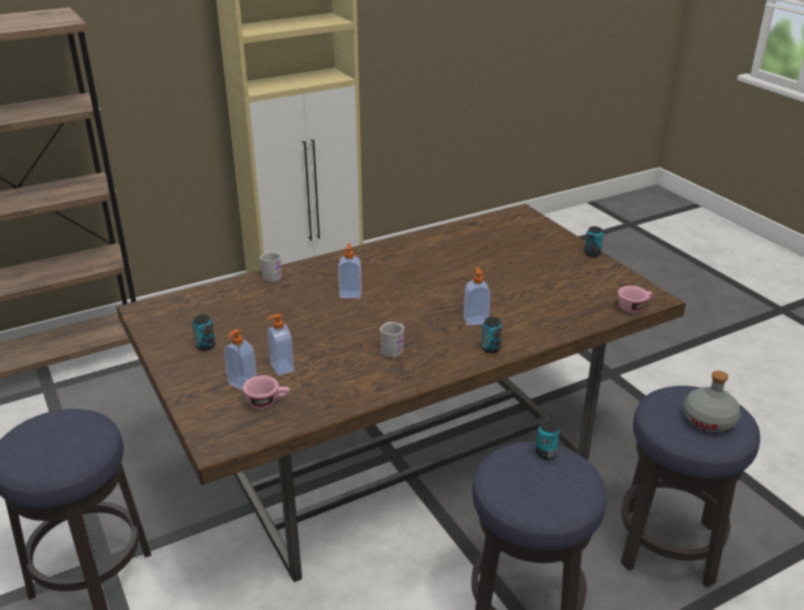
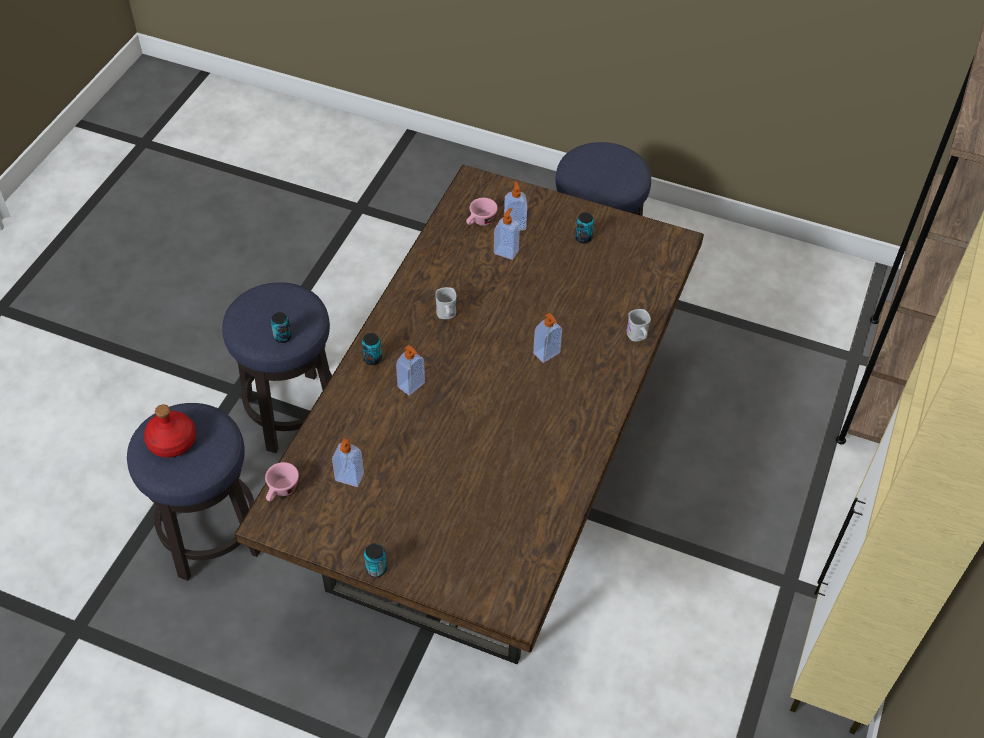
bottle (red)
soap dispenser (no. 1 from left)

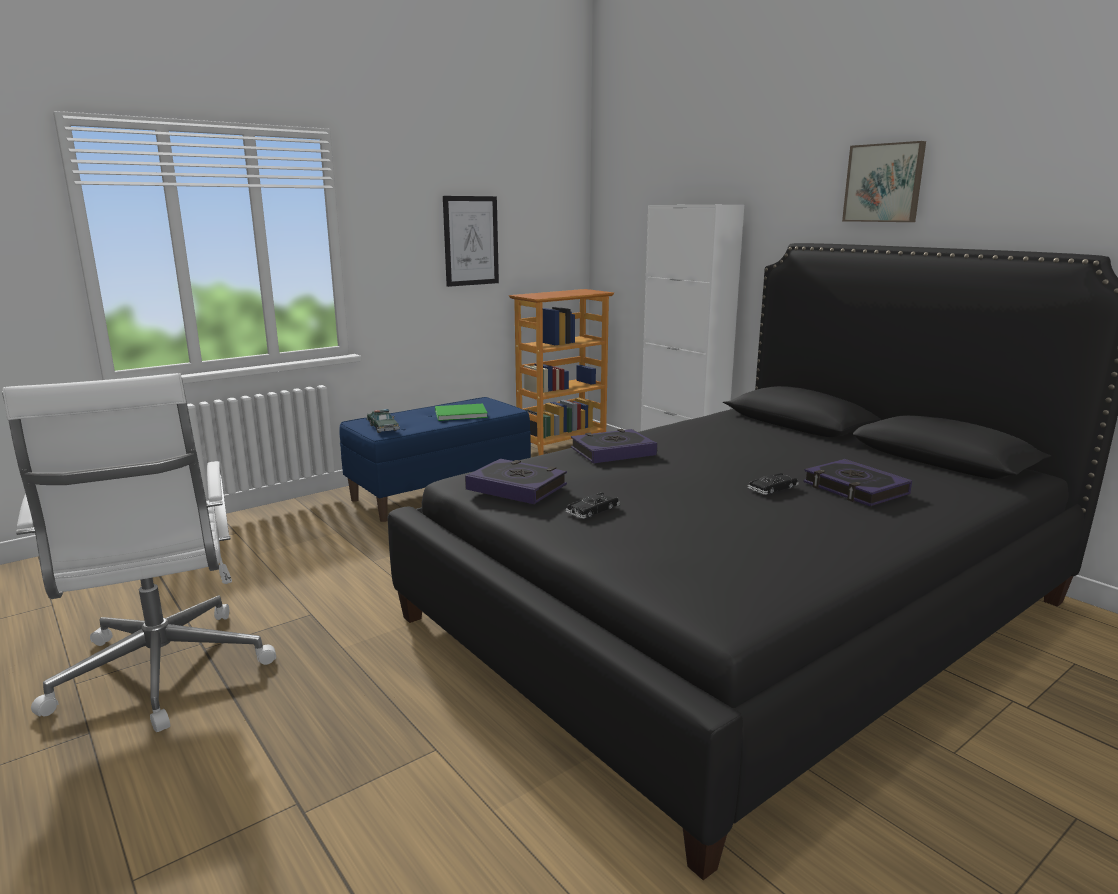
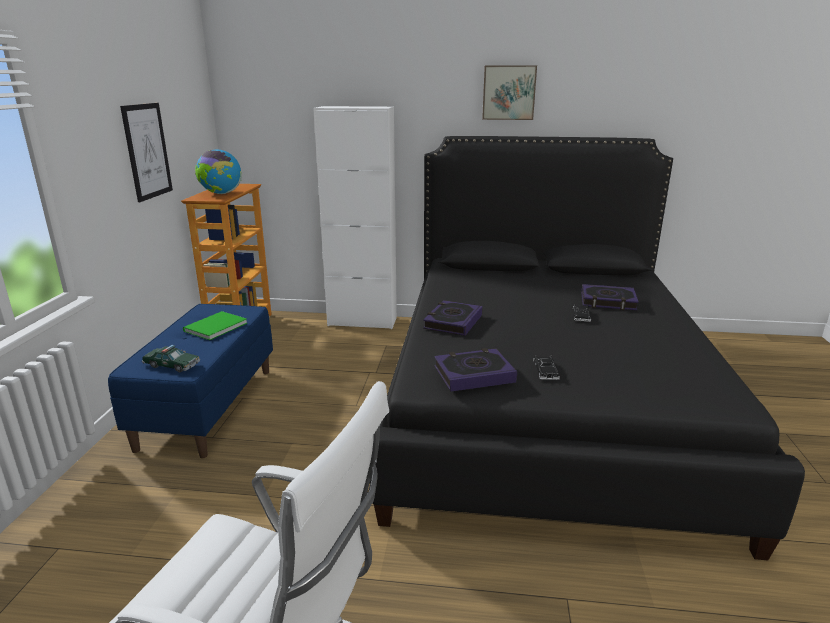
globe

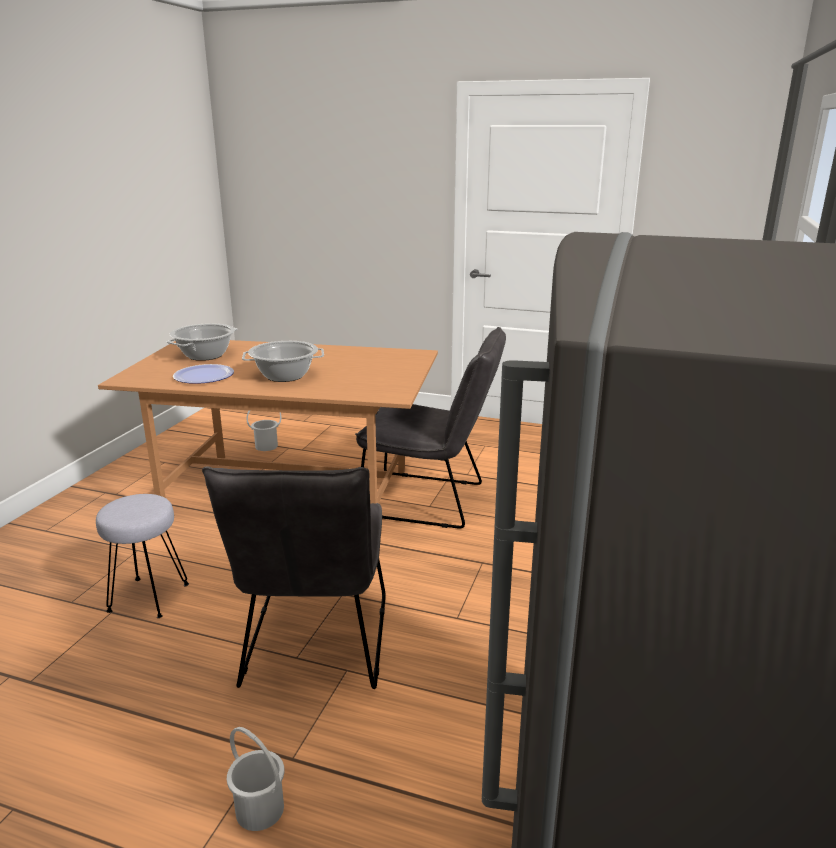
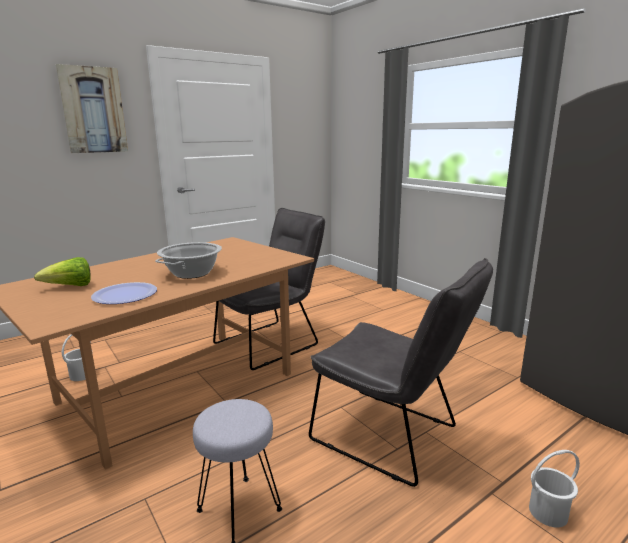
lettuce
picture

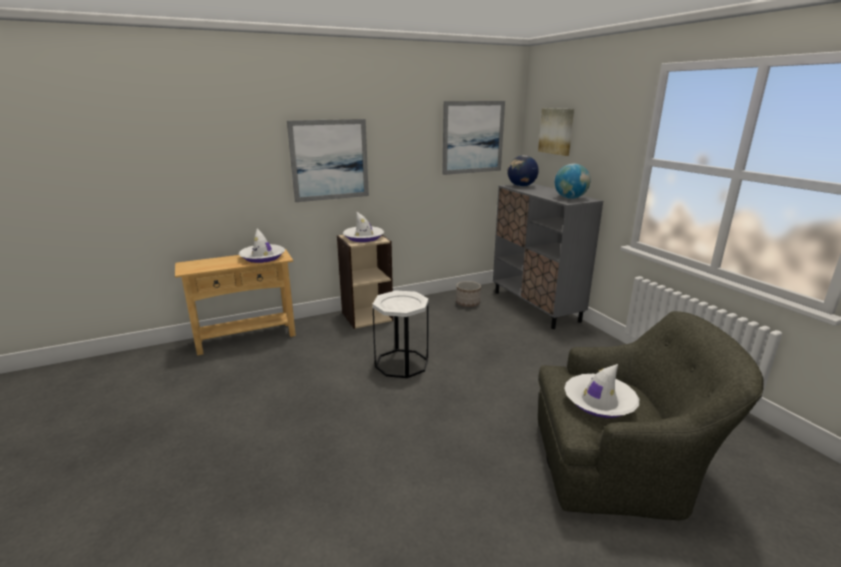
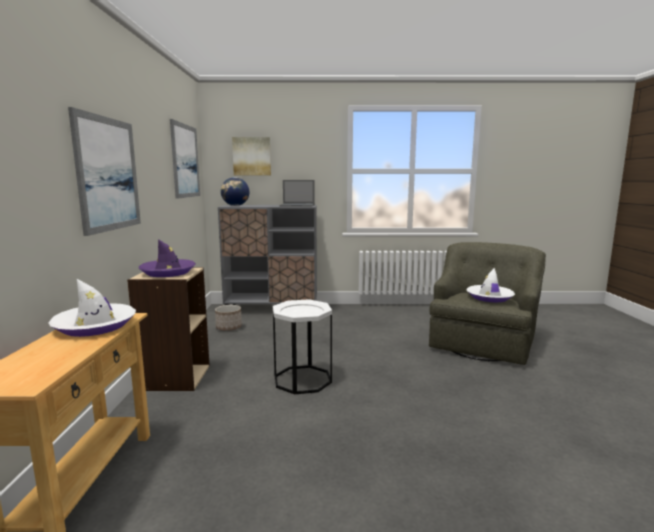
laptop
hat (purple)

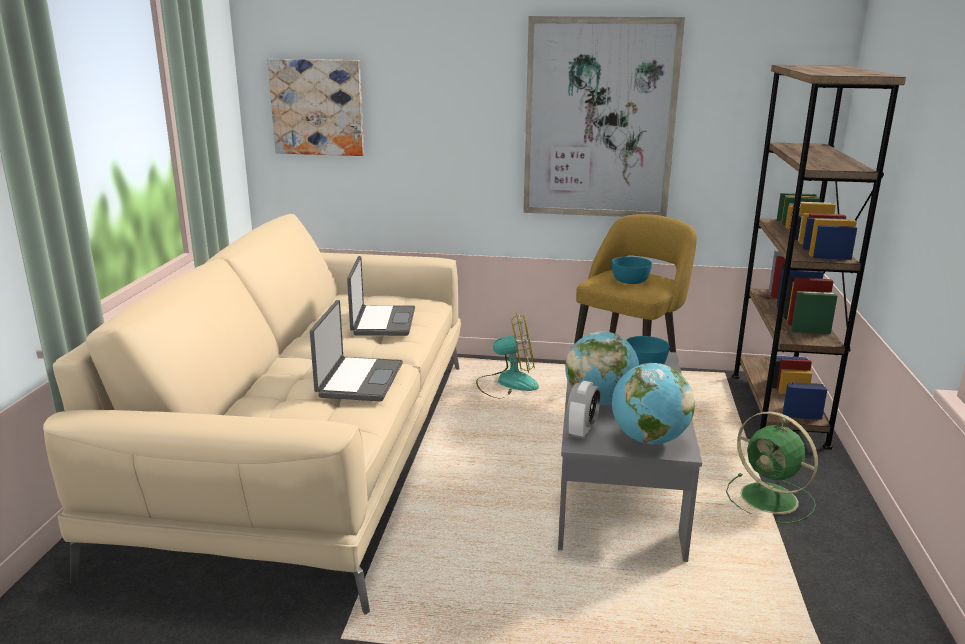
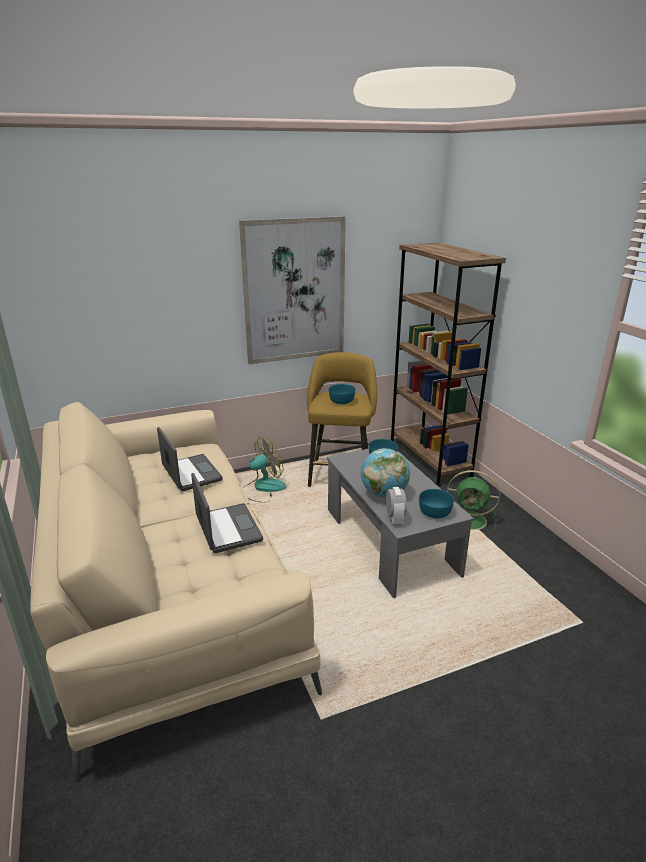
picture (no. 1 from left in the first image)
bowl (turquoise) (no. 3 from left)

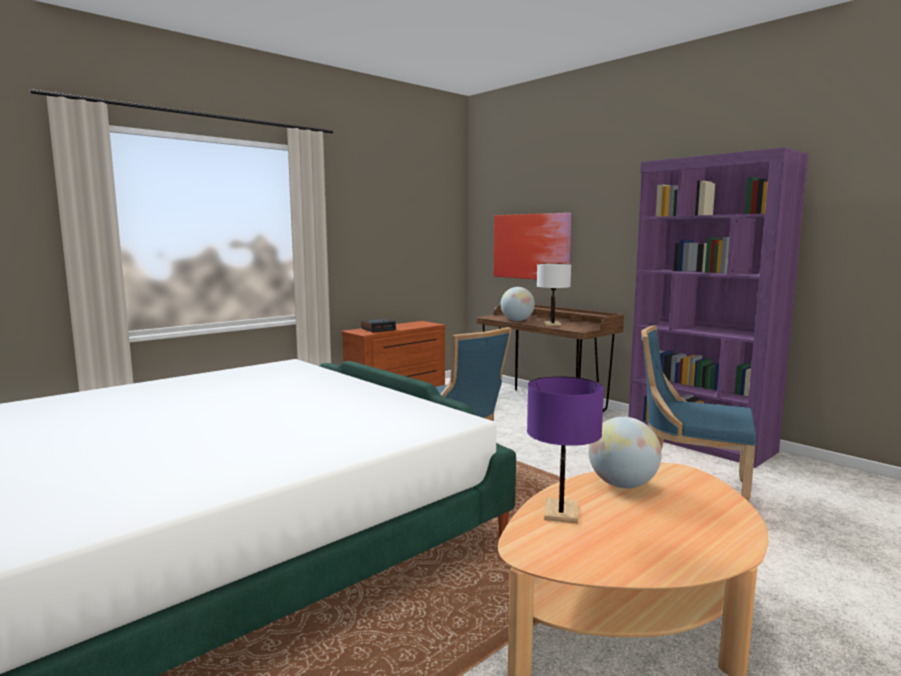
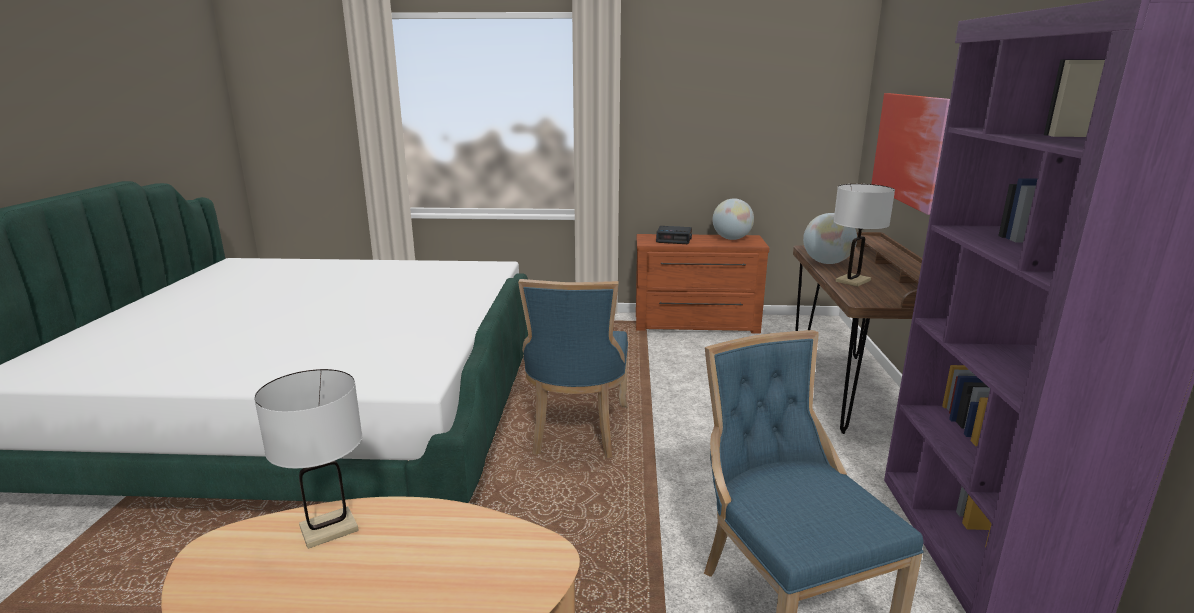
table lamp (white) (no. 1 from left)
globe (no. 1 from left)

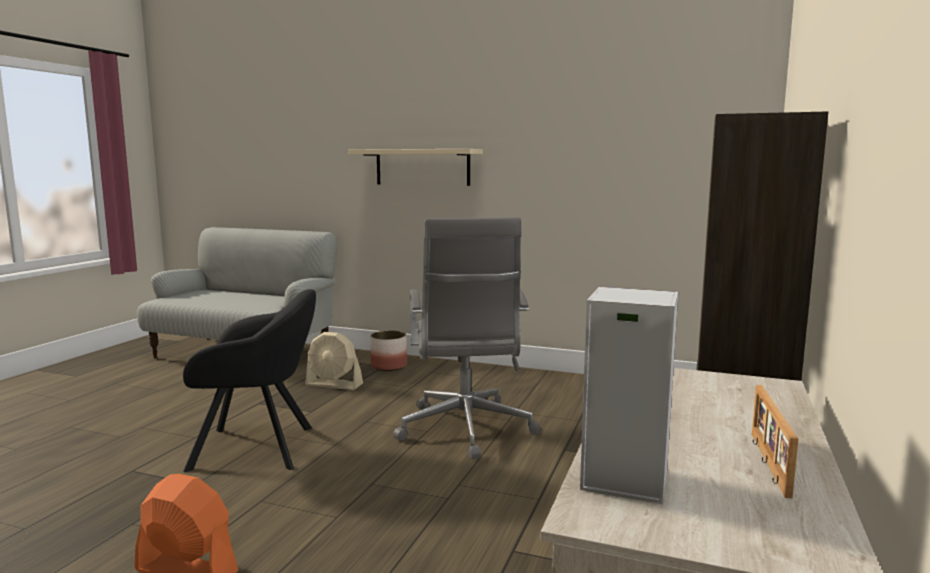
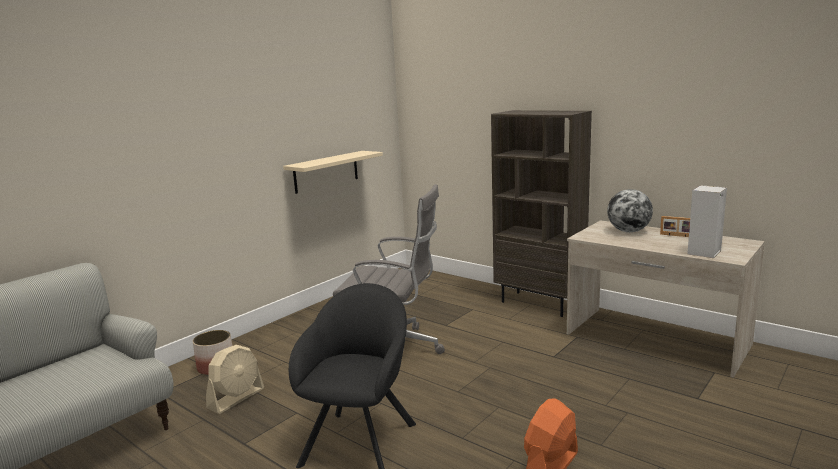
shelf (beige)
globe

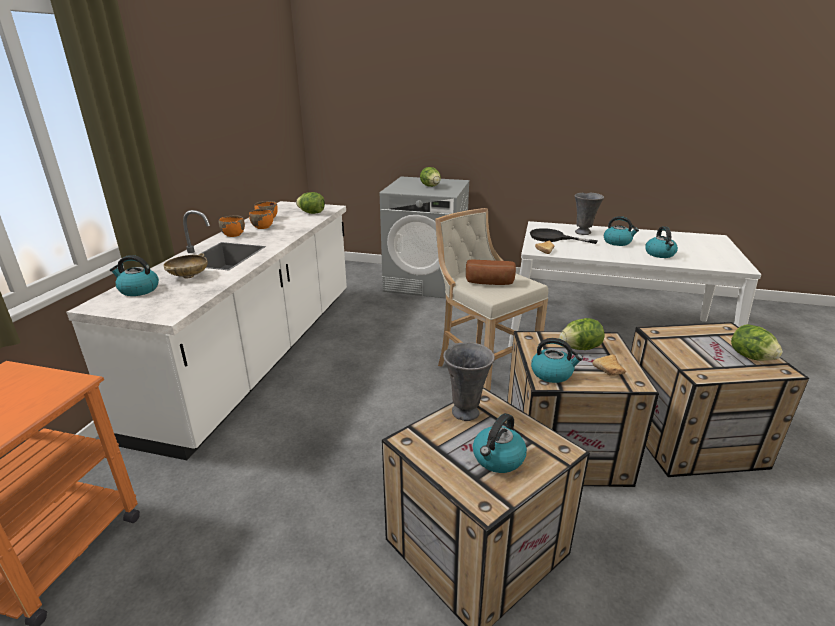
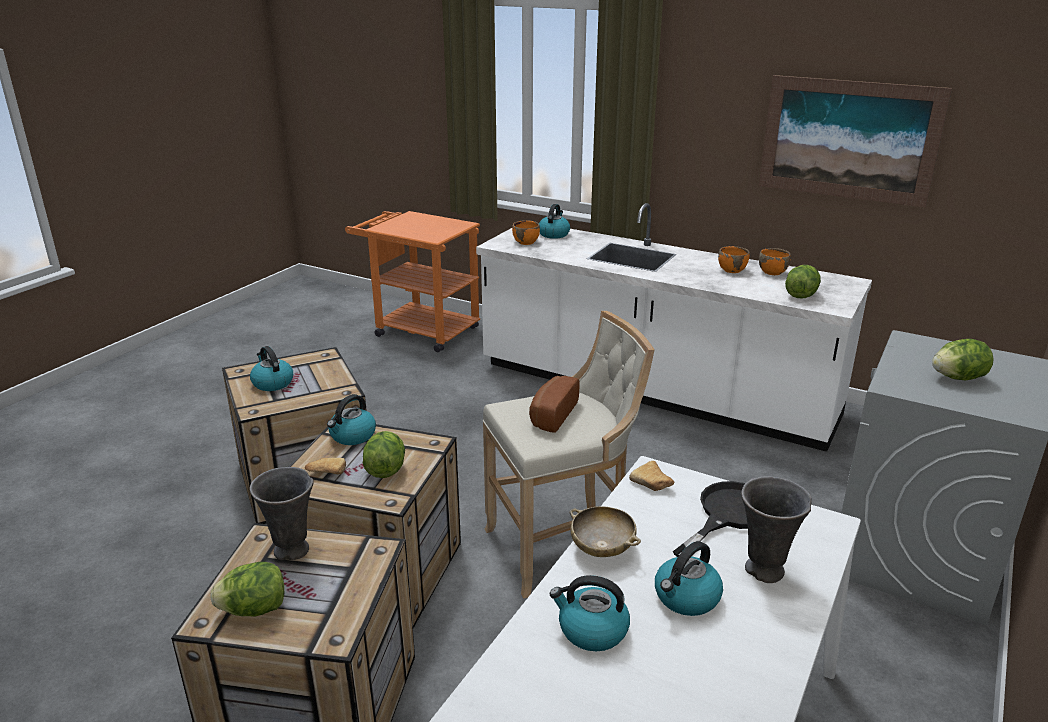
bowl (orange) (no. 1 from left)
bowl (beige)
vase (grey) (no. 1 from left)
picture

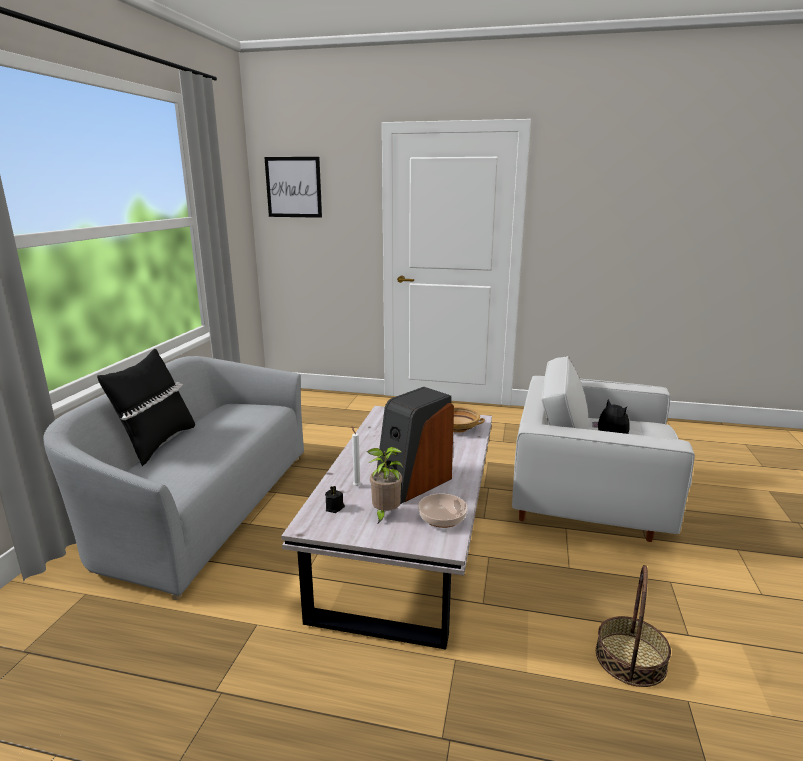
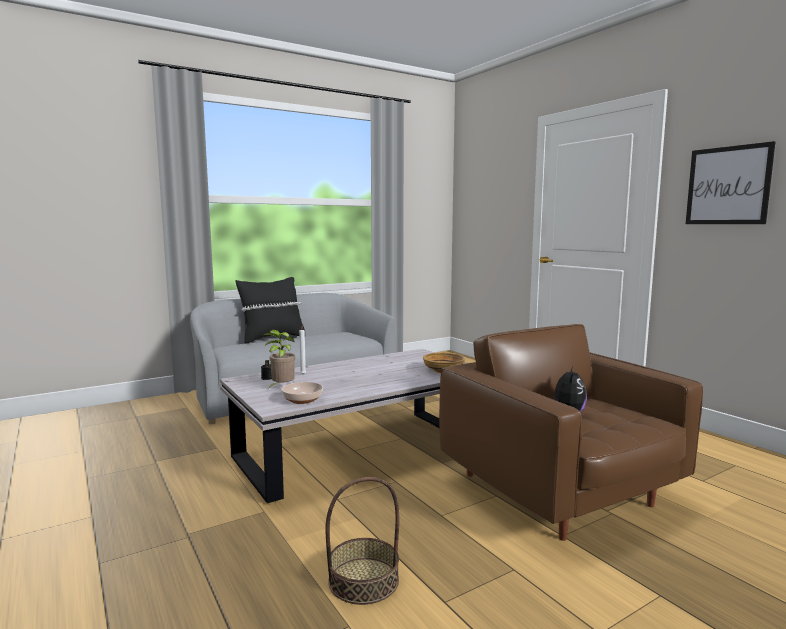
picture
armchair (brown)
speaker

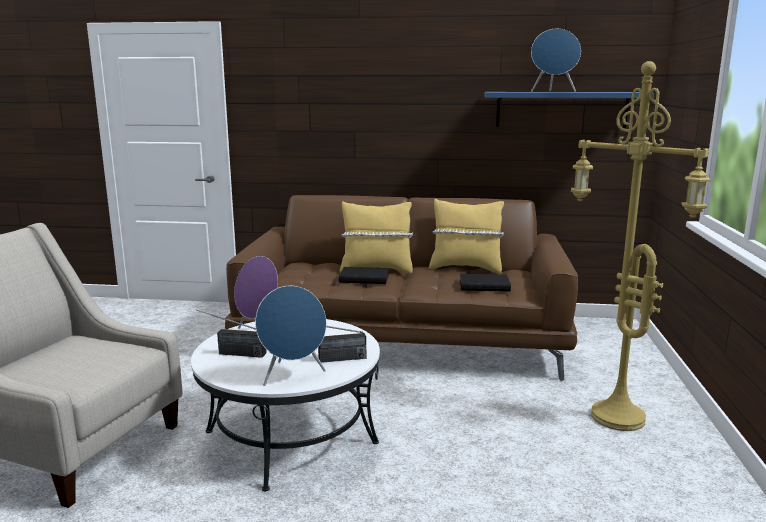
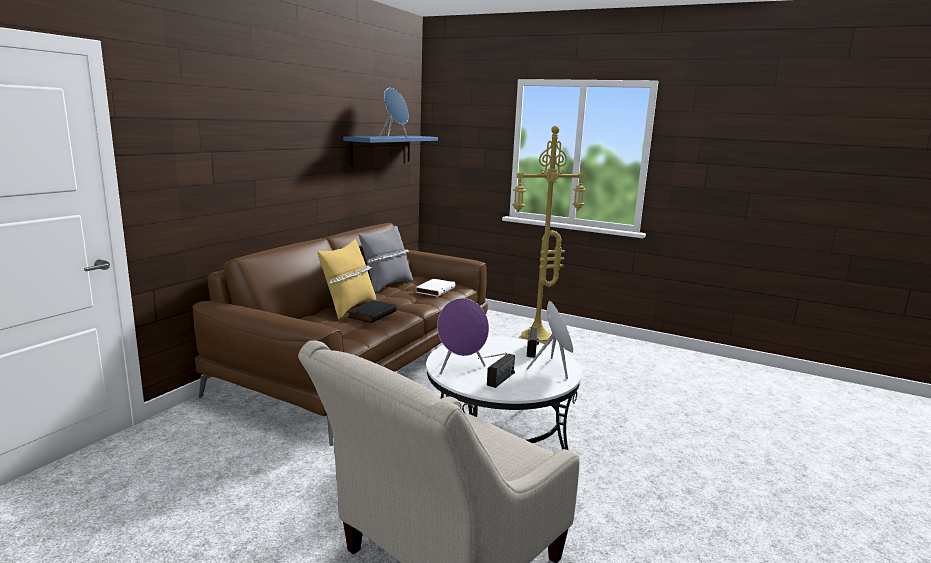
pillow (grey)
book (white)

